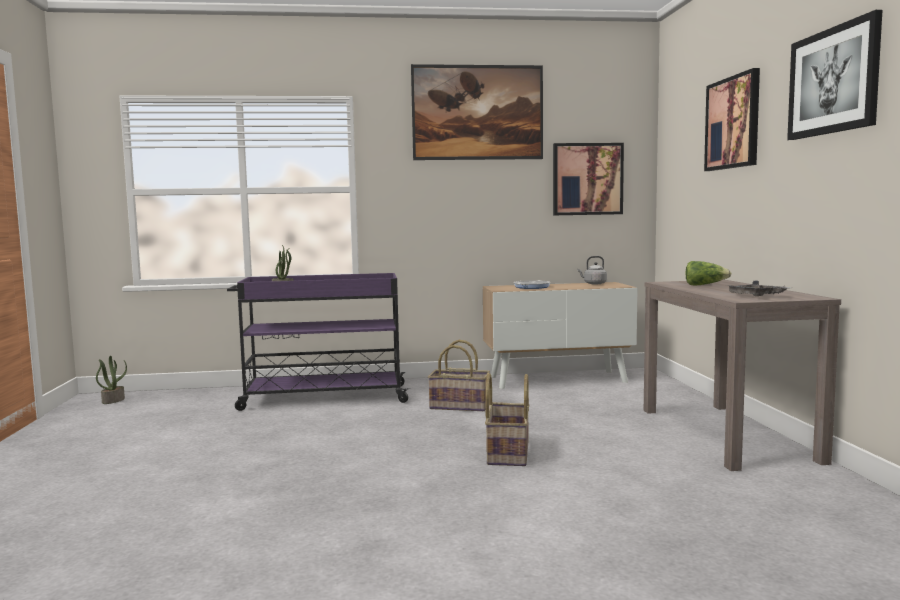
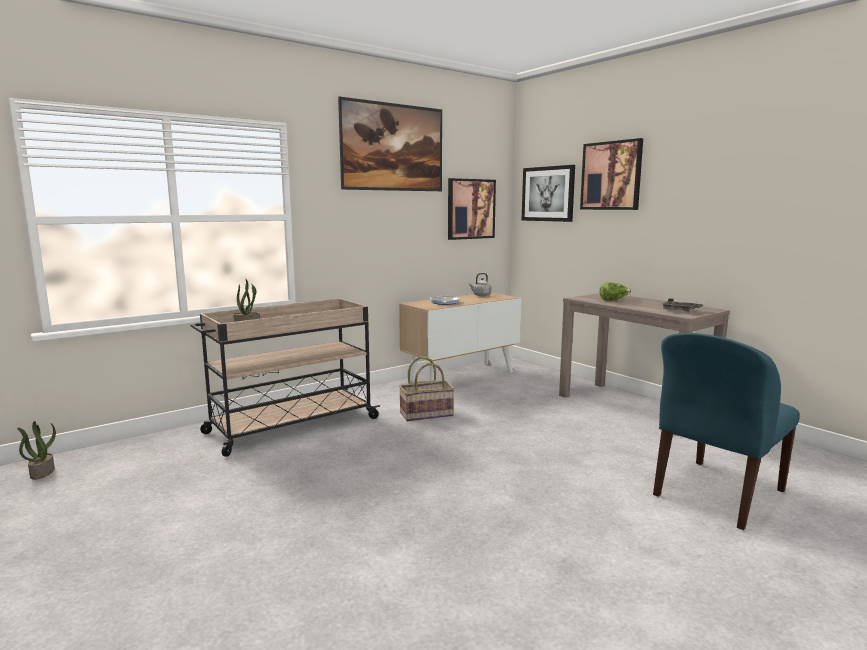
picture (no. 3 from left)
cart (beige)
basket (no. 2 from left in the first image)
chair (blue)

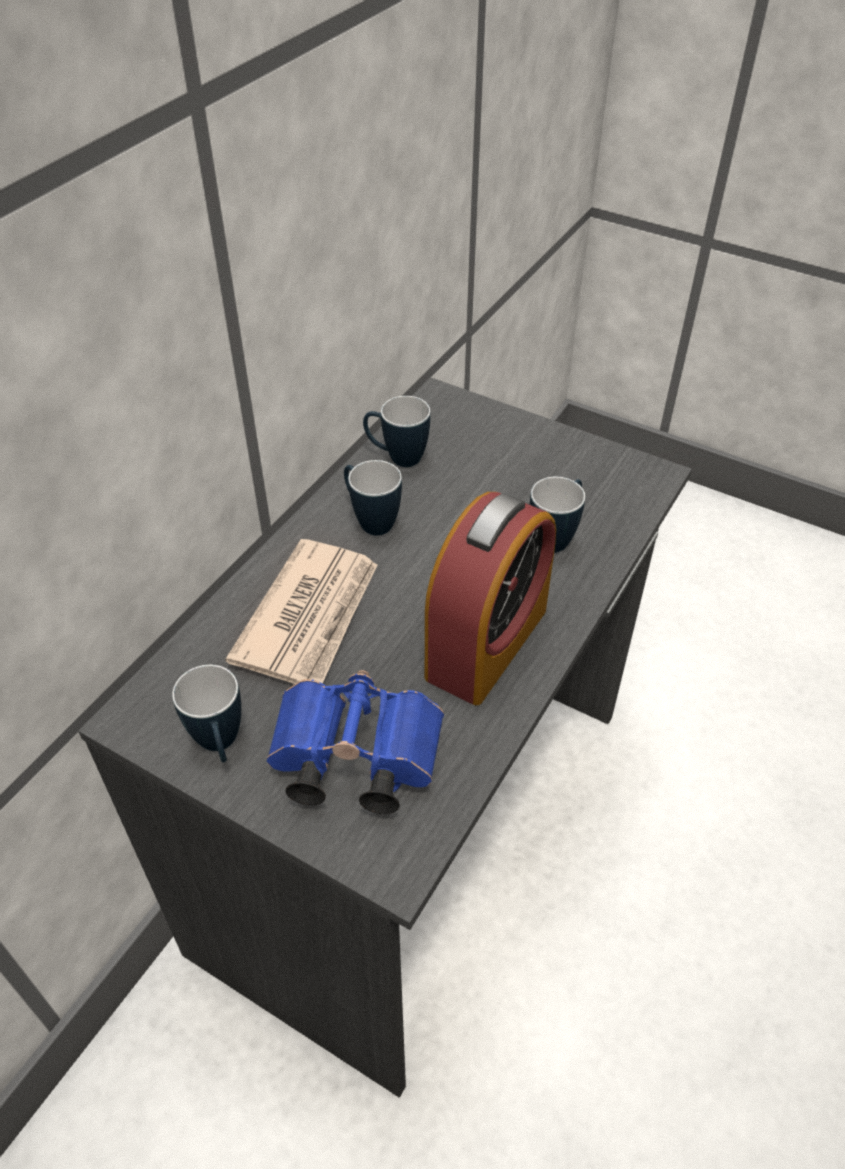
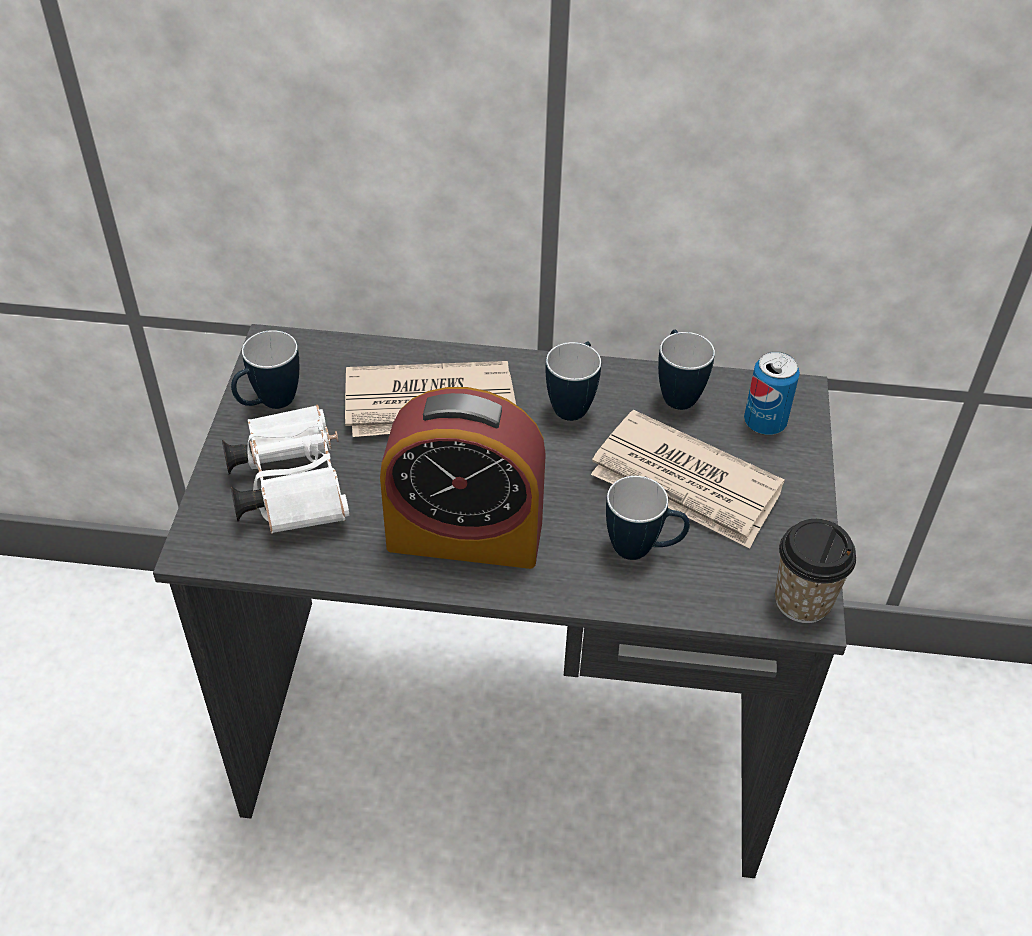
binoculars (white)
can
newspaper (no. 2 from left)
cup

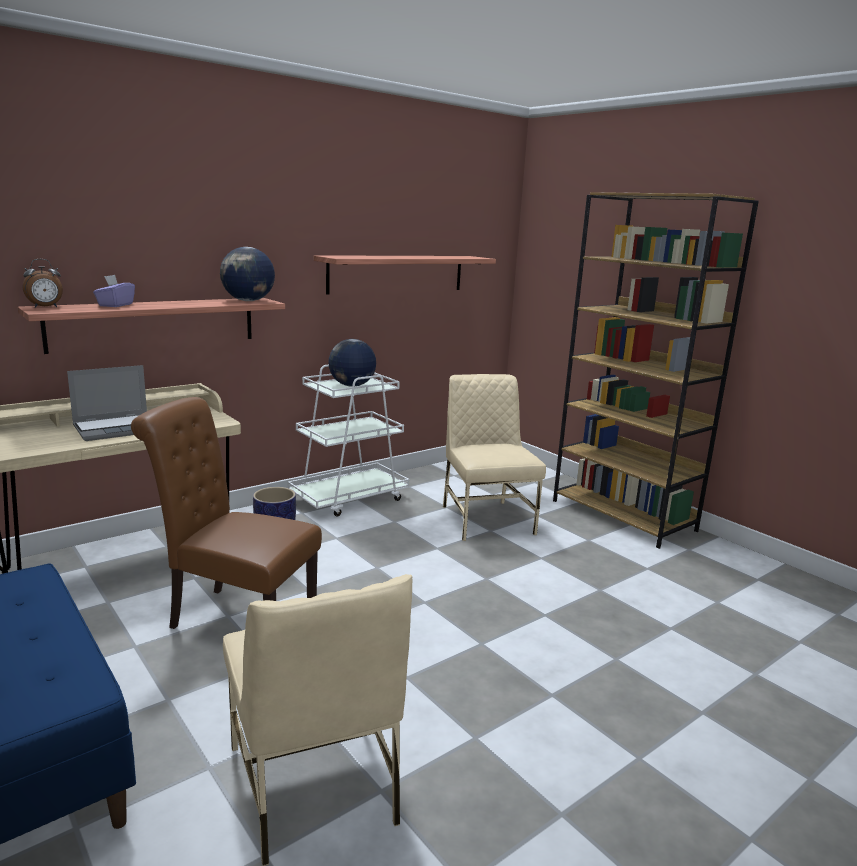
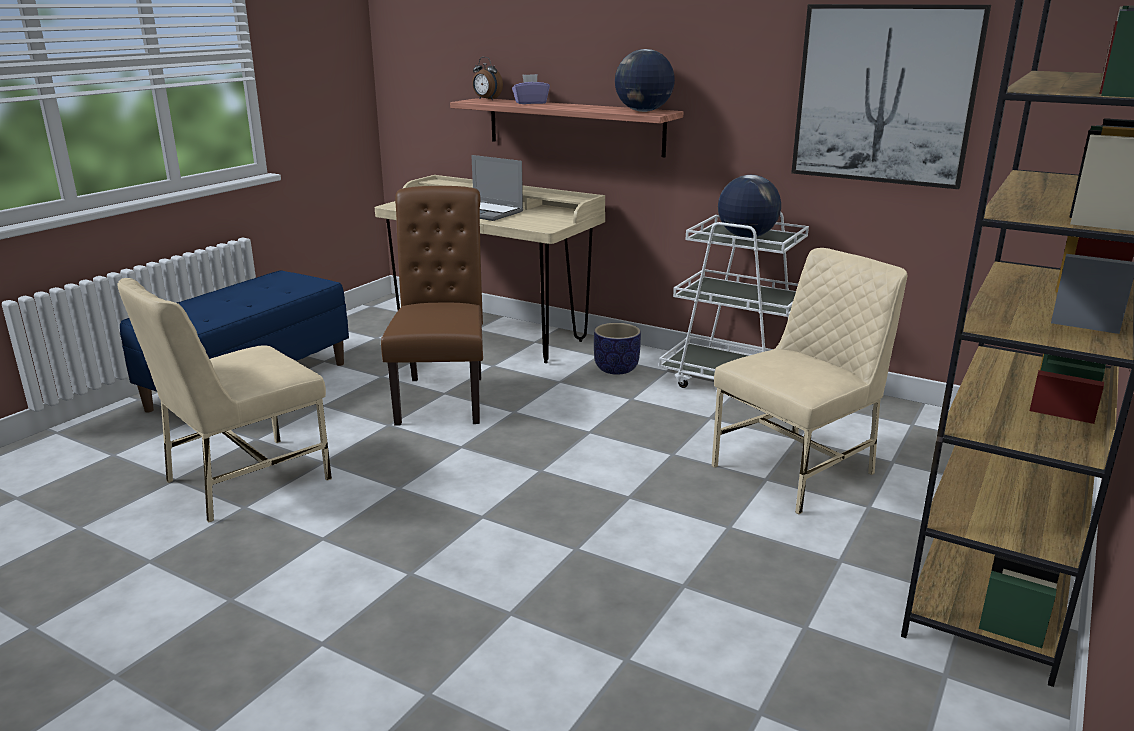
picture

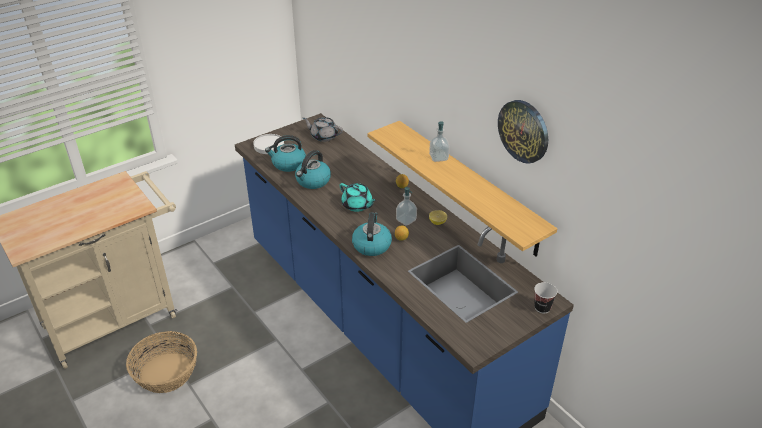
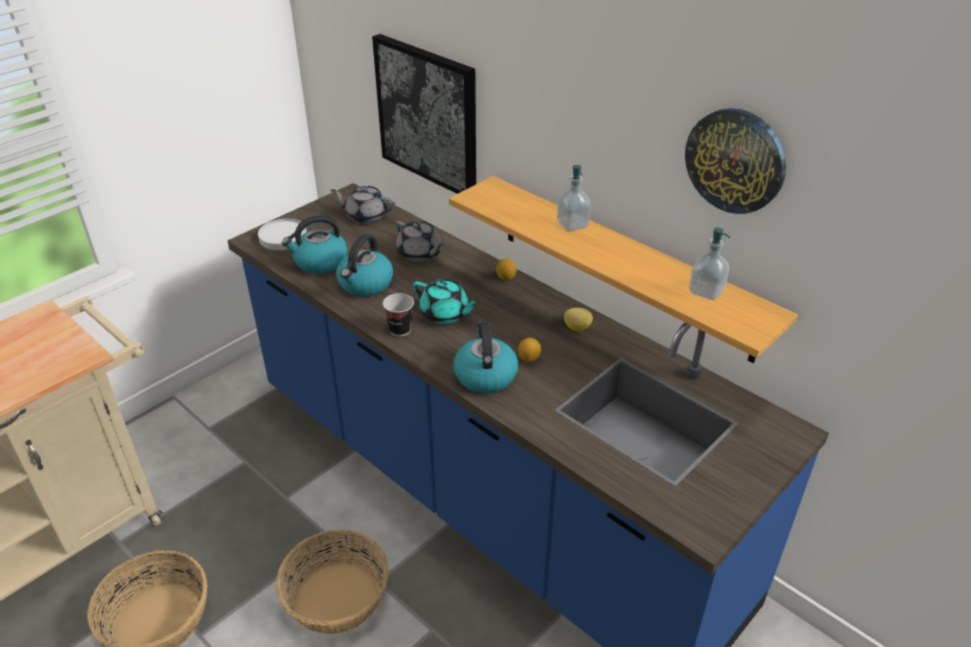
soap dispenser (no. 2 from left)
cup
picture
teapot (grey) (no. 2 from left)
basket (no. 2 from left)

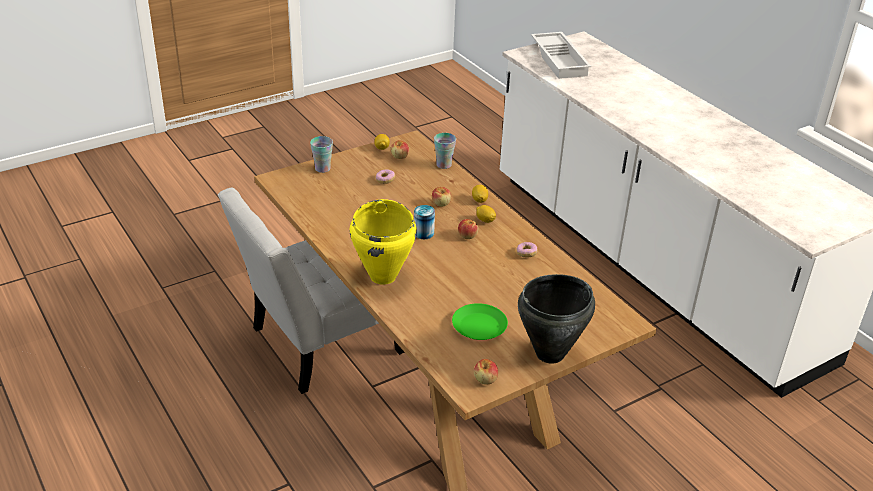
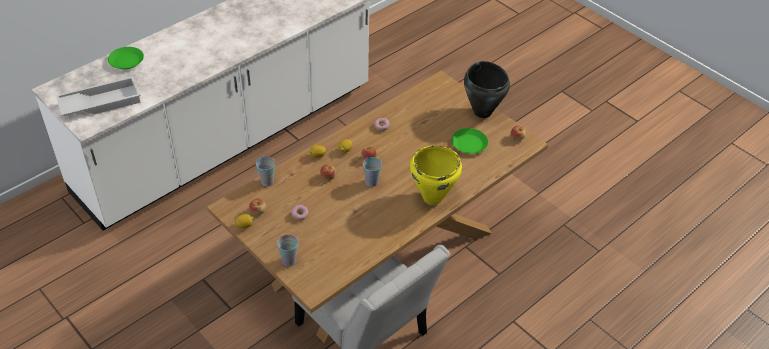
cup (no. 3 from left)
plate (green) (no. 1 from left)

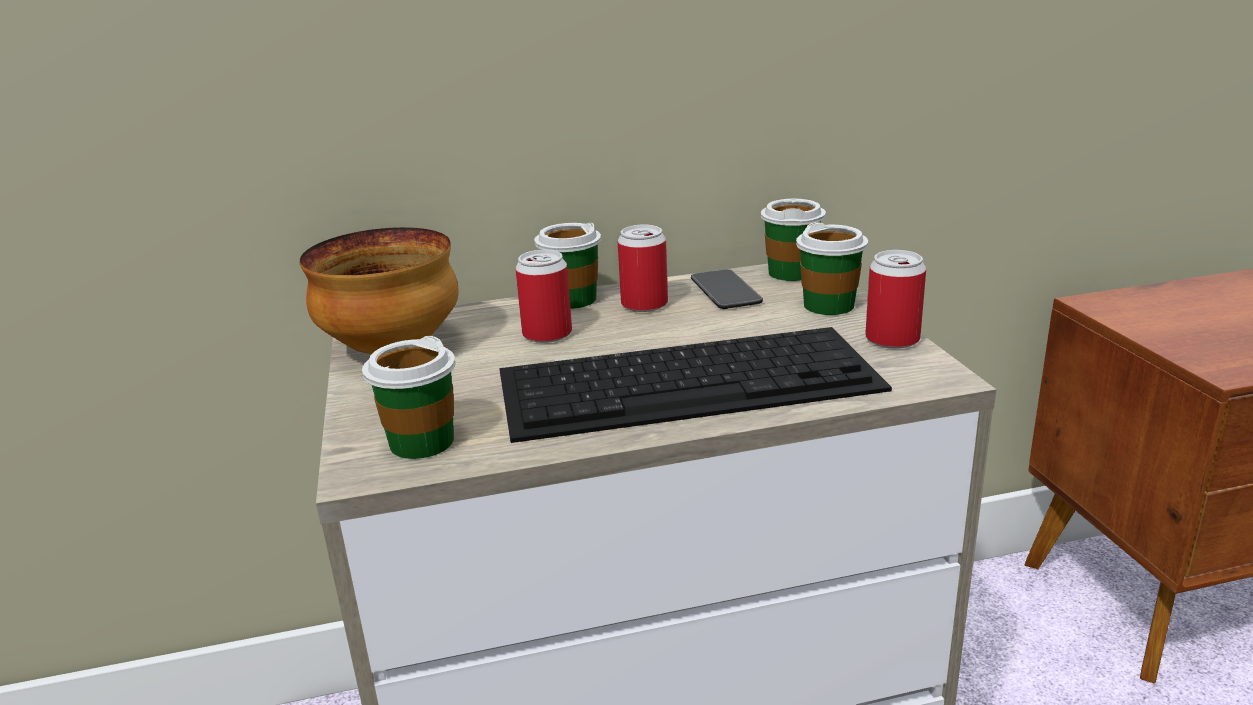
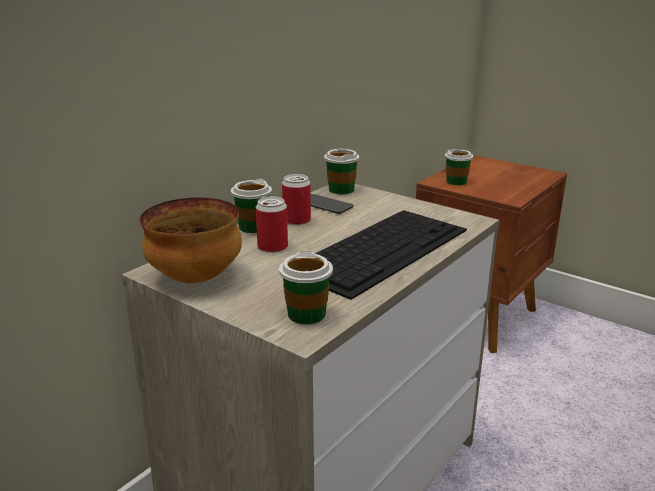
cup (no. 4 from left)
can (no. 3 from left in the first image)

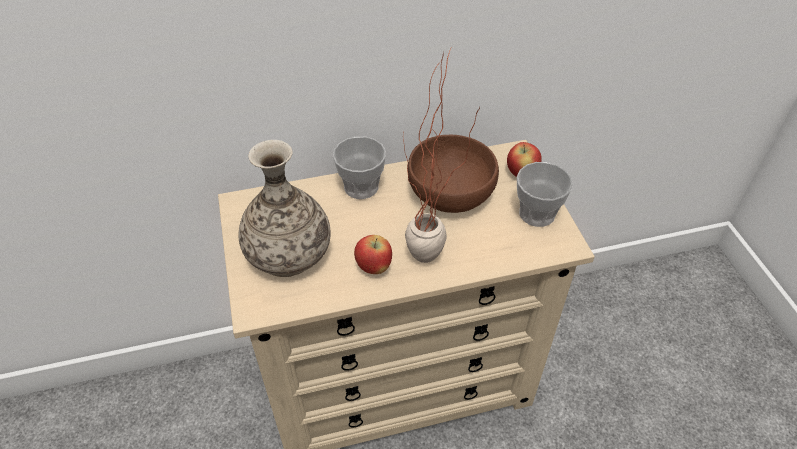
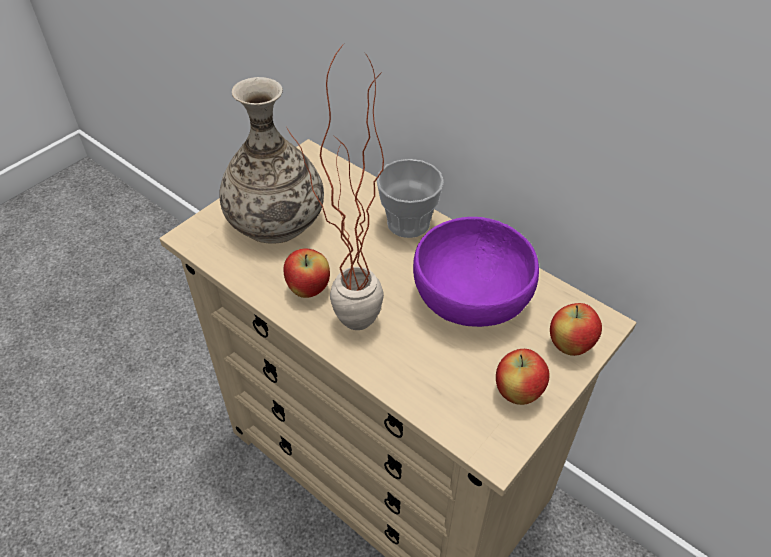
bowl (purple)
apple (no. 2 from left)

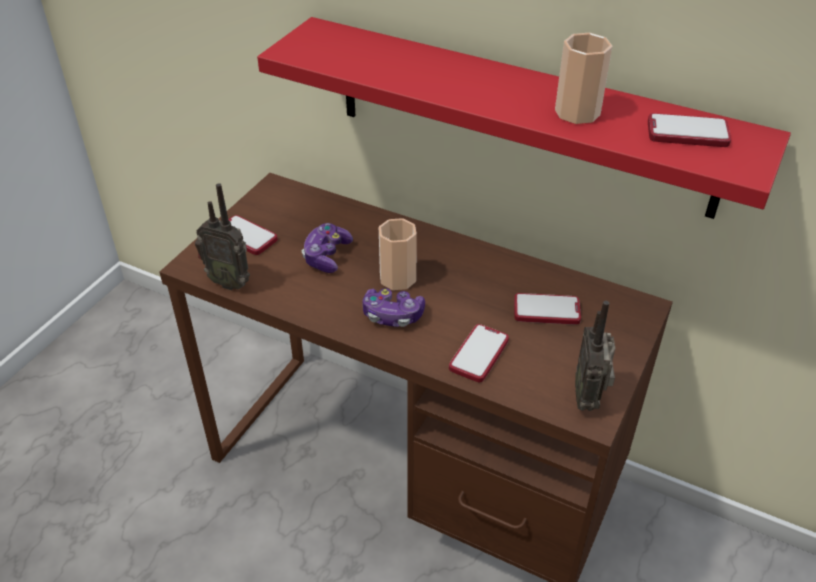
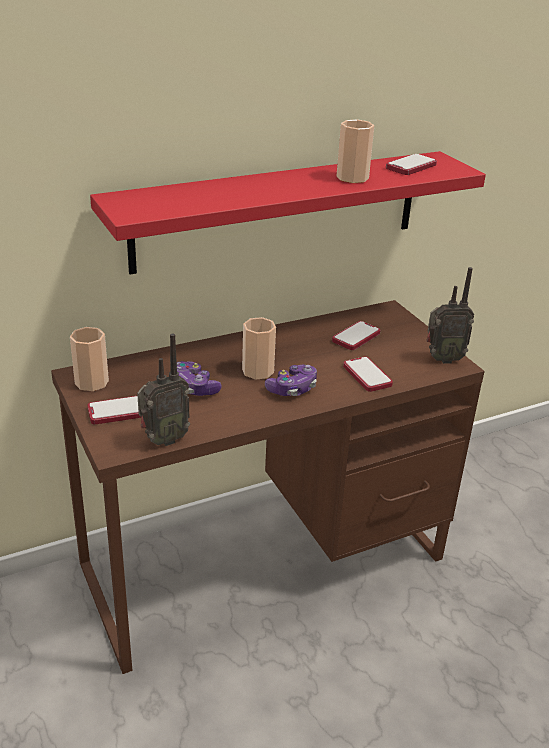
radio (no. 2 from left)
cup (no. 1 from left)

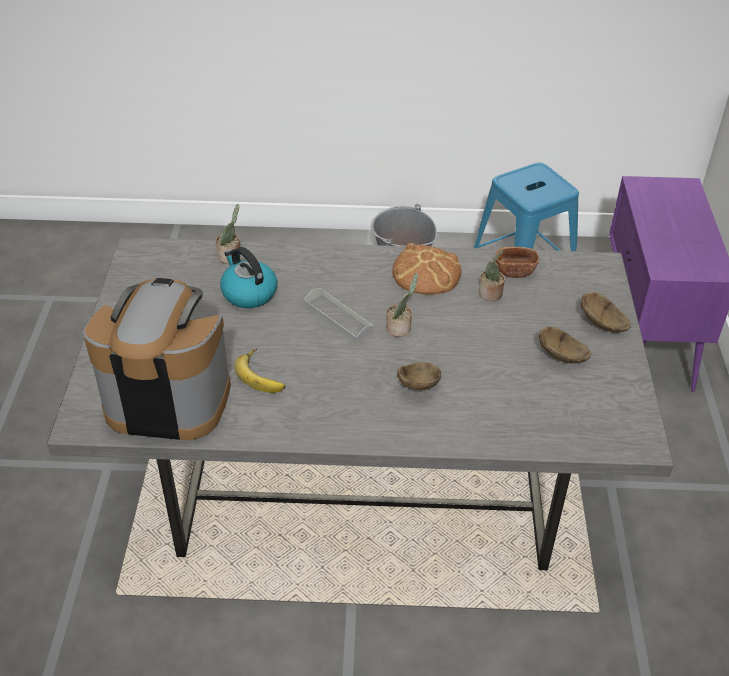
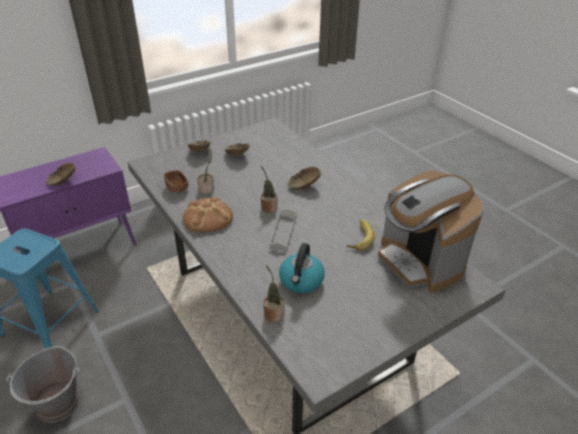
bowl (brown) (no. 1 from left)

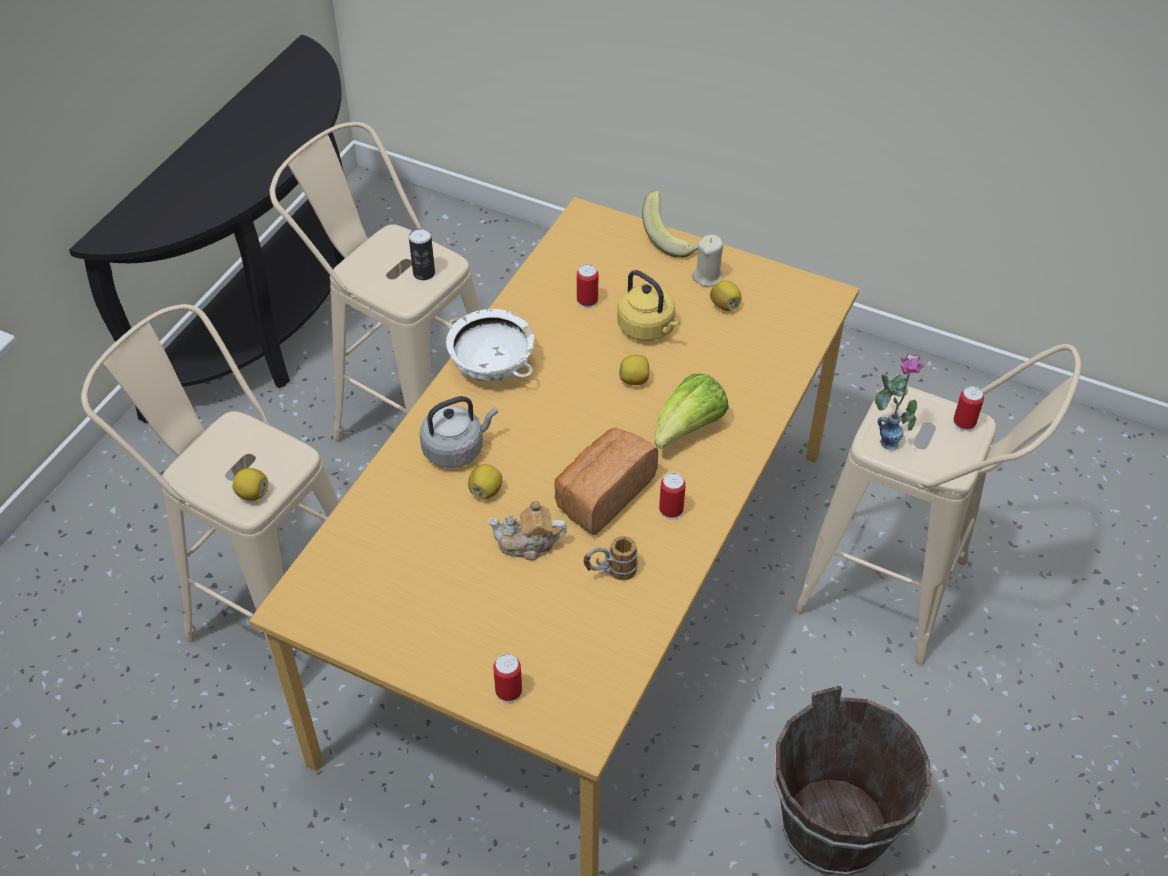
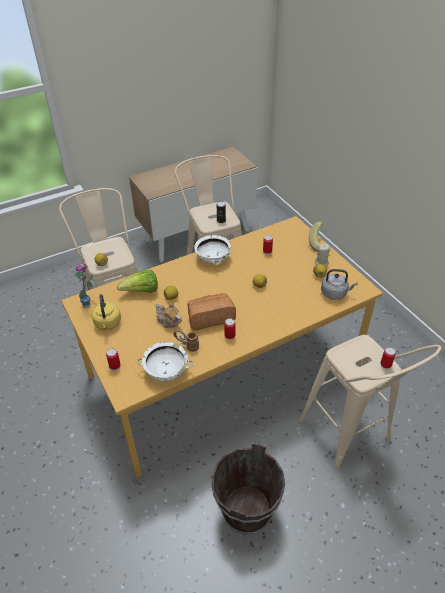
cabinet
kettle (yellow)
vase
lettuce
kettle (grey)
bowl (white) (no. 1 from left)

